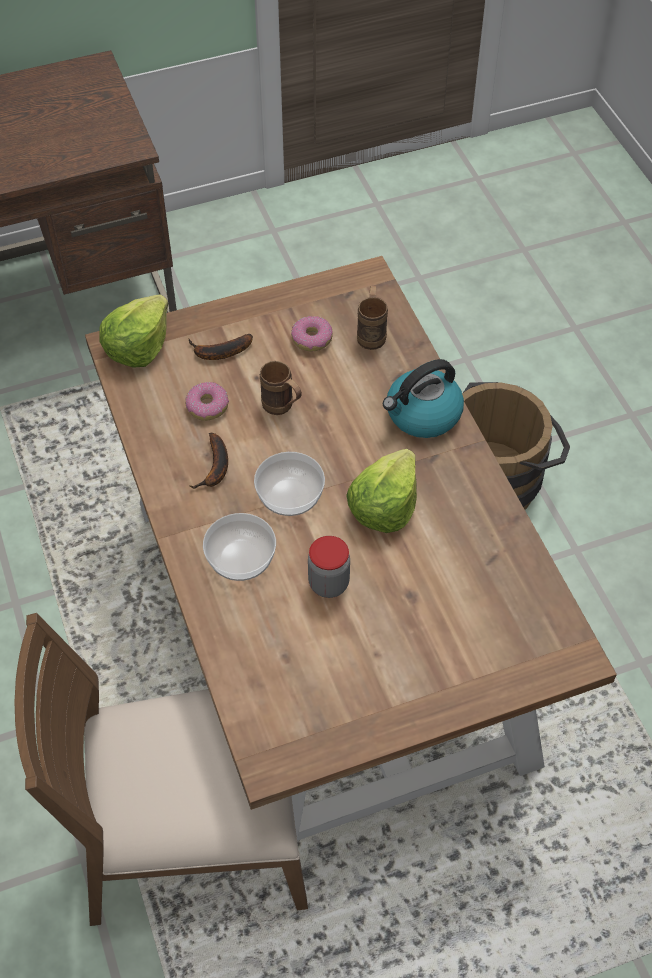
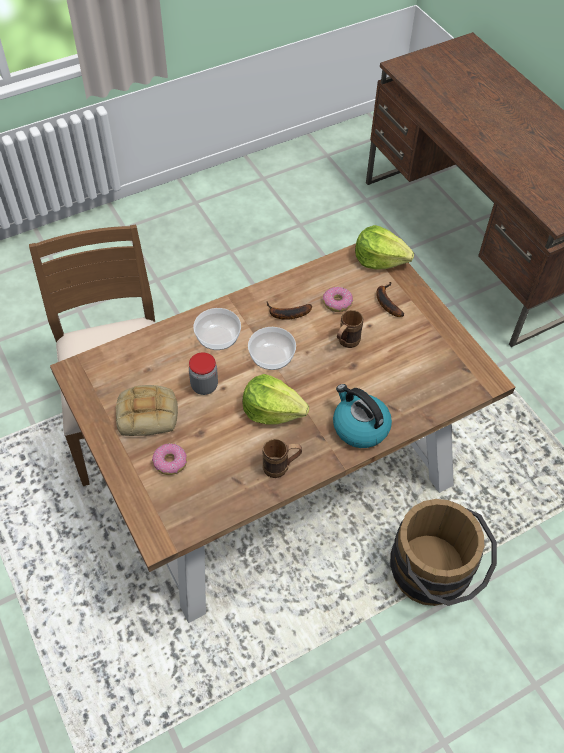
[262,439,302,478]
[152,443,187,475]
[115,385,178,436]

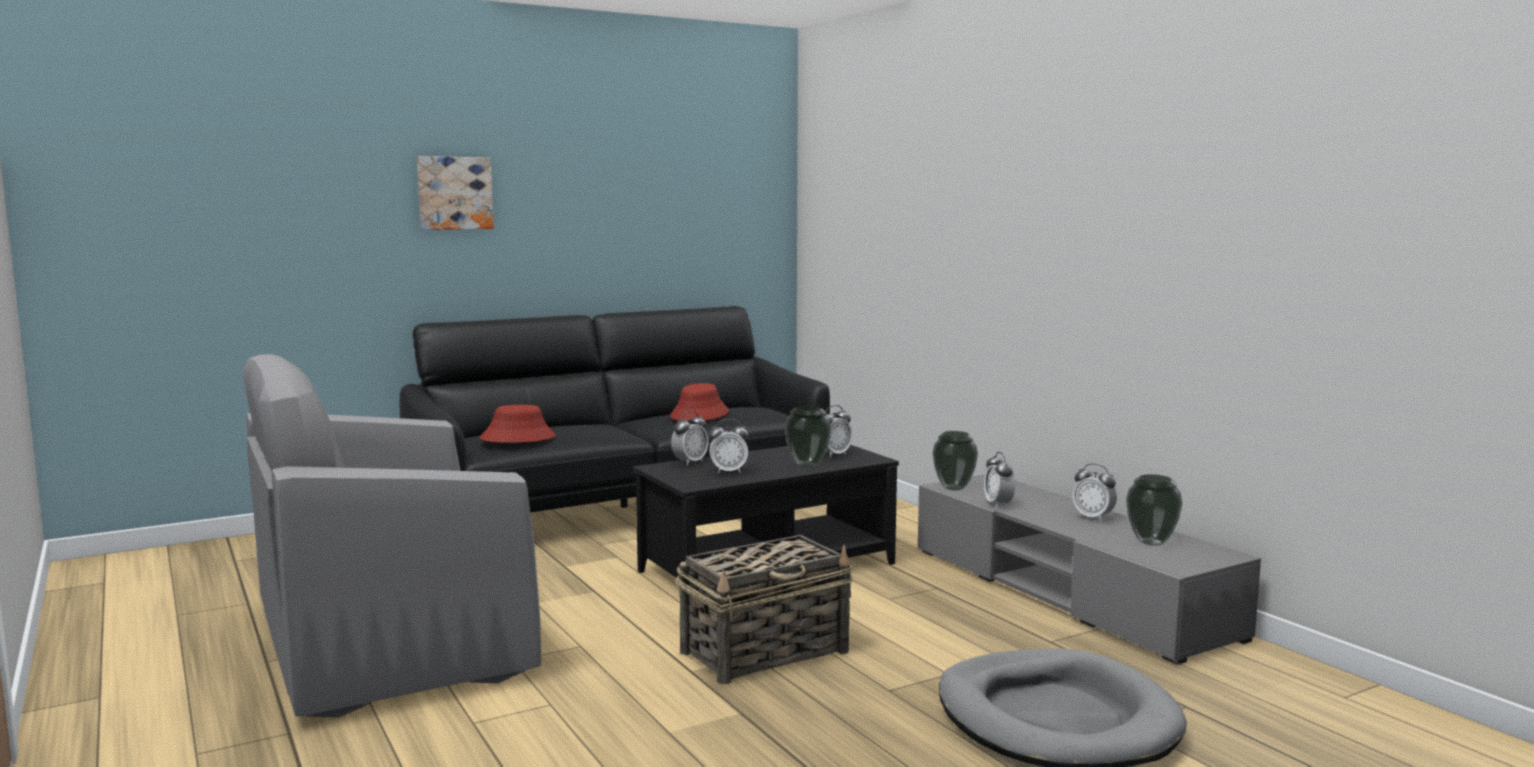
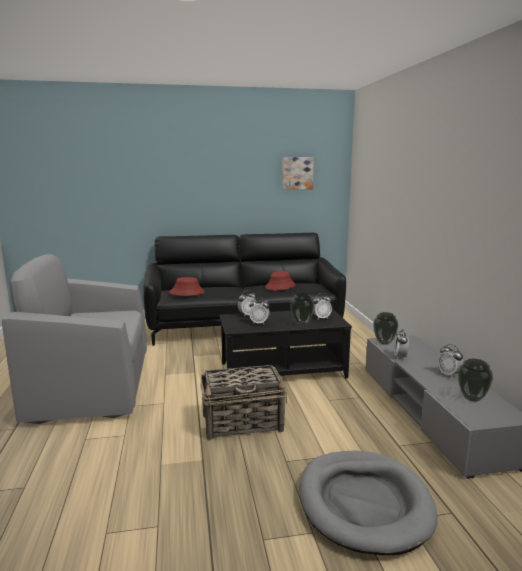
[282,157,314,189]

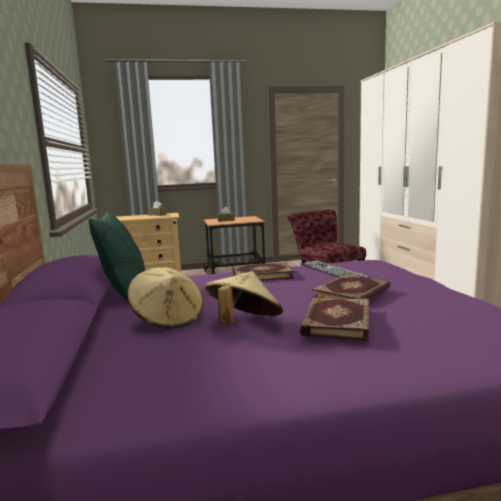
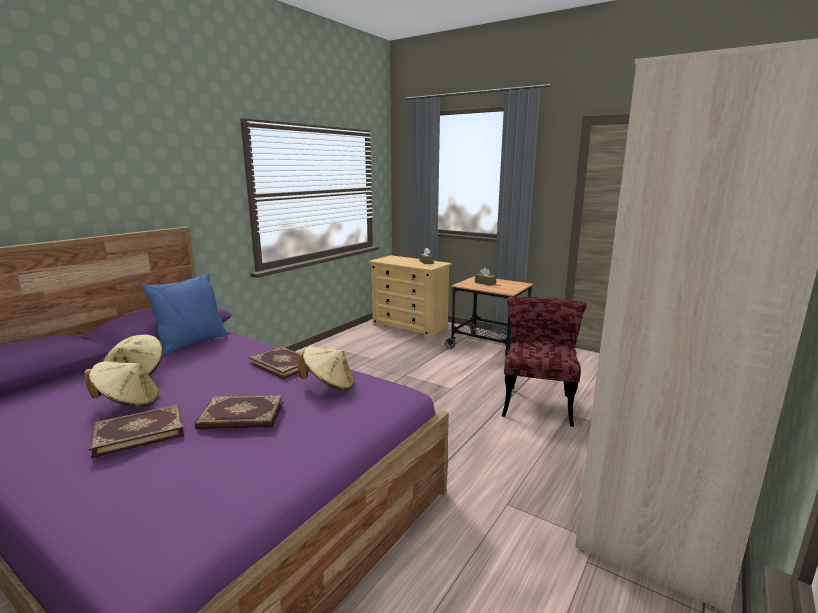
[142,273,228,356]
[298,346,354,390]

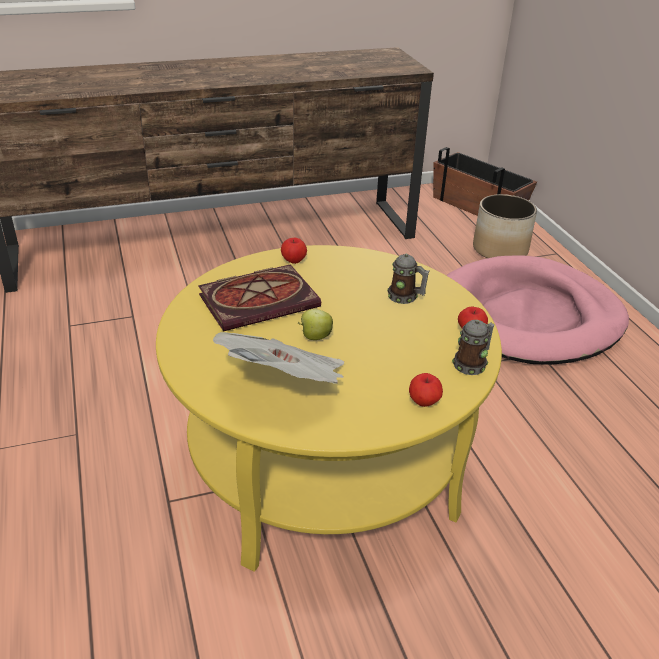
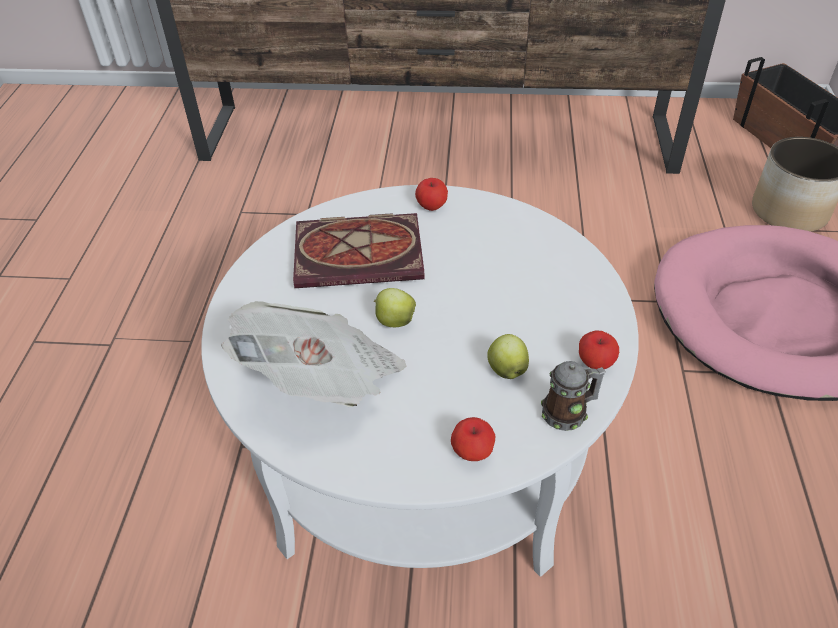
[201,185,639,577]
[387,254,430,304] (first image)
[487,334,529,379]

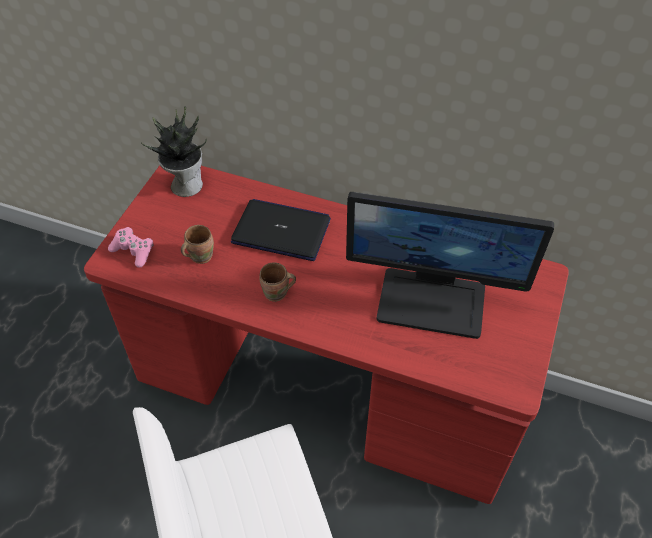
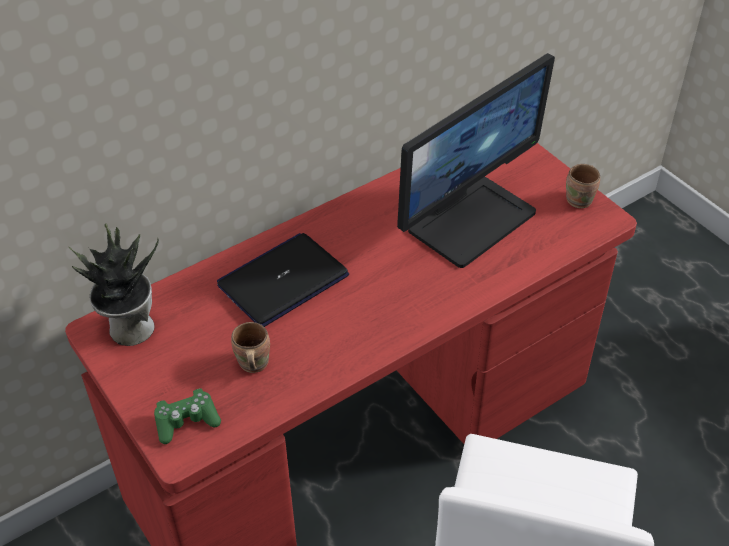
[154,388,221,444]
[566,164,600,208]

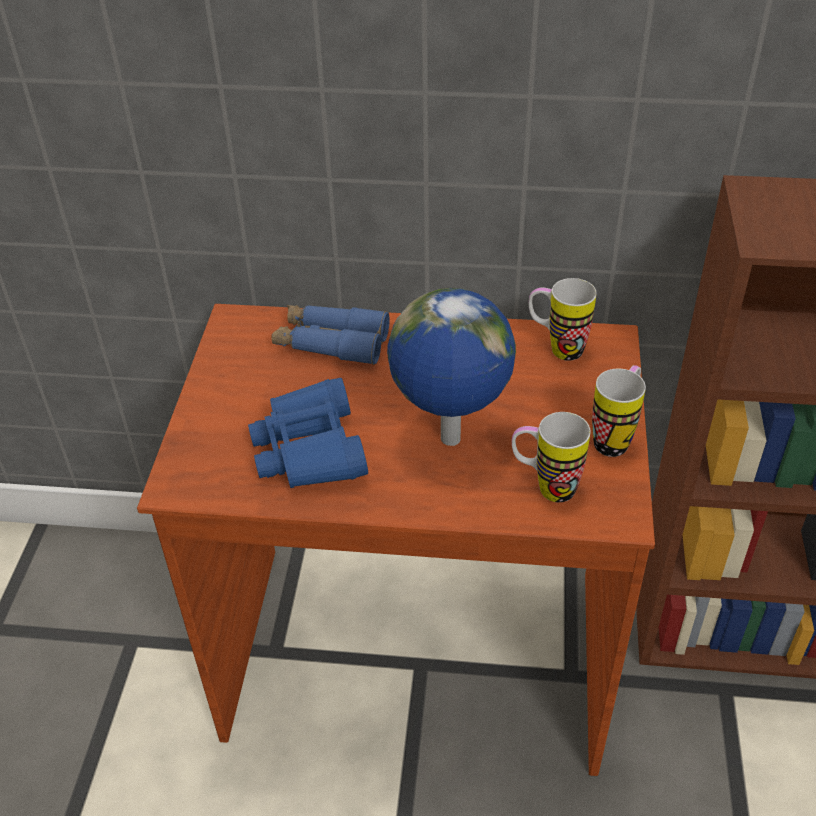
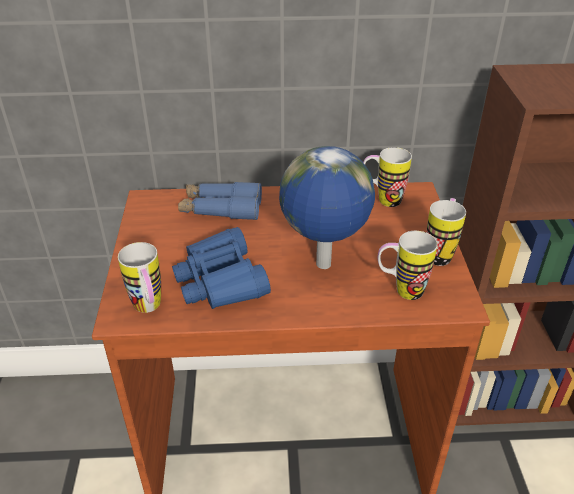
[118,242,161,313]

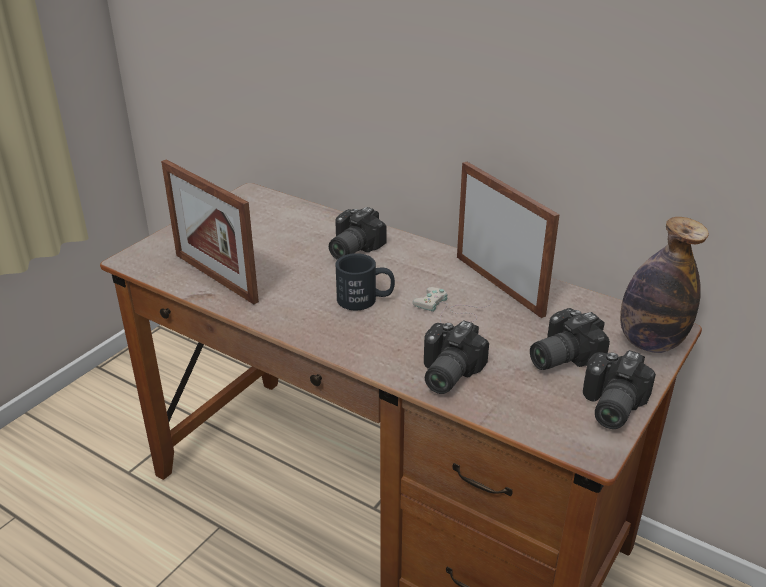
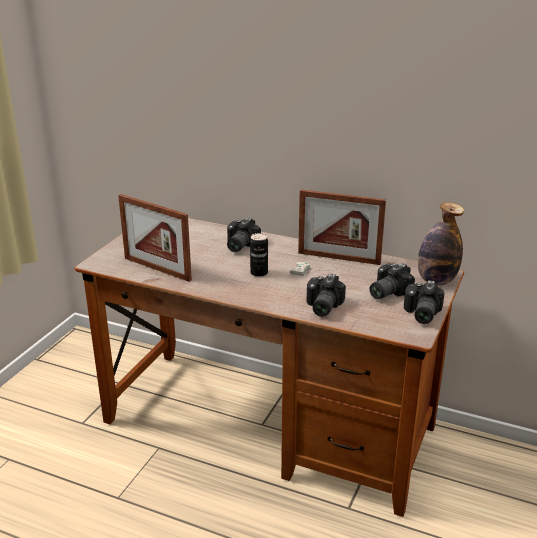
[298,190,386,265]
[250,233,268,277]

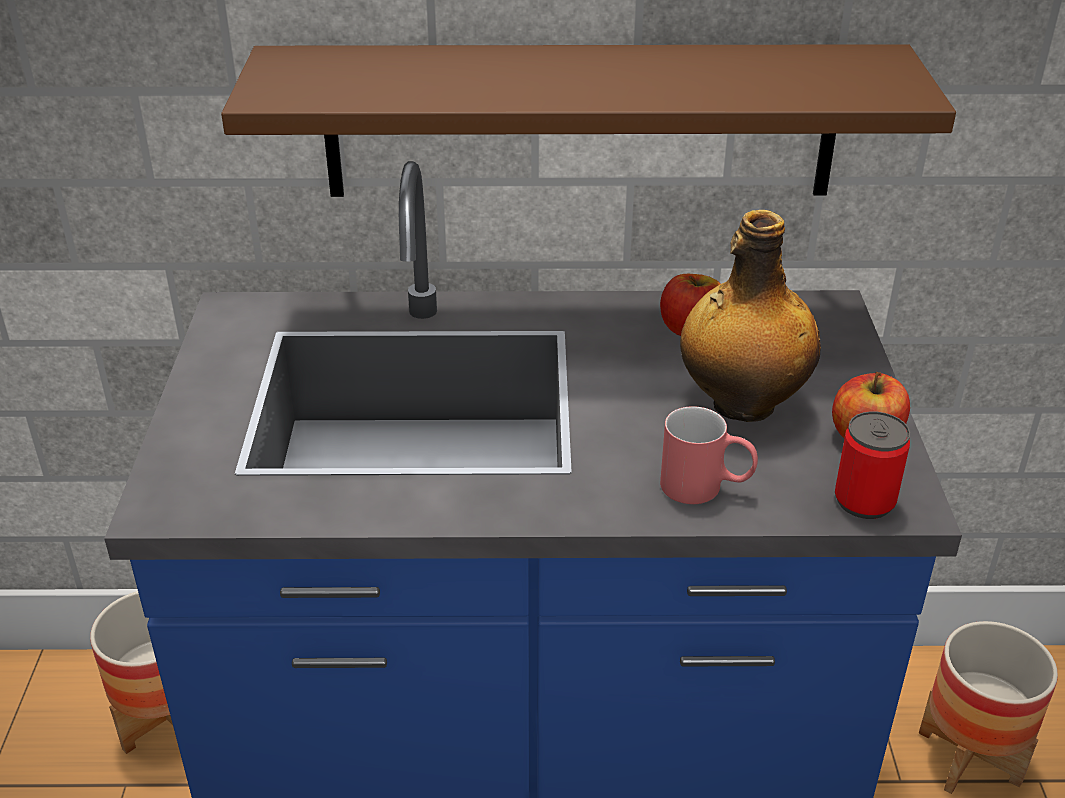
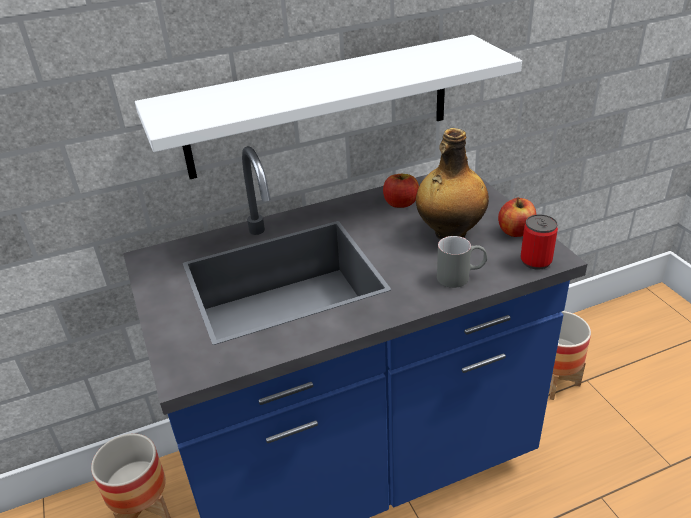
[135,35,522,179]
[437,236,487,288]

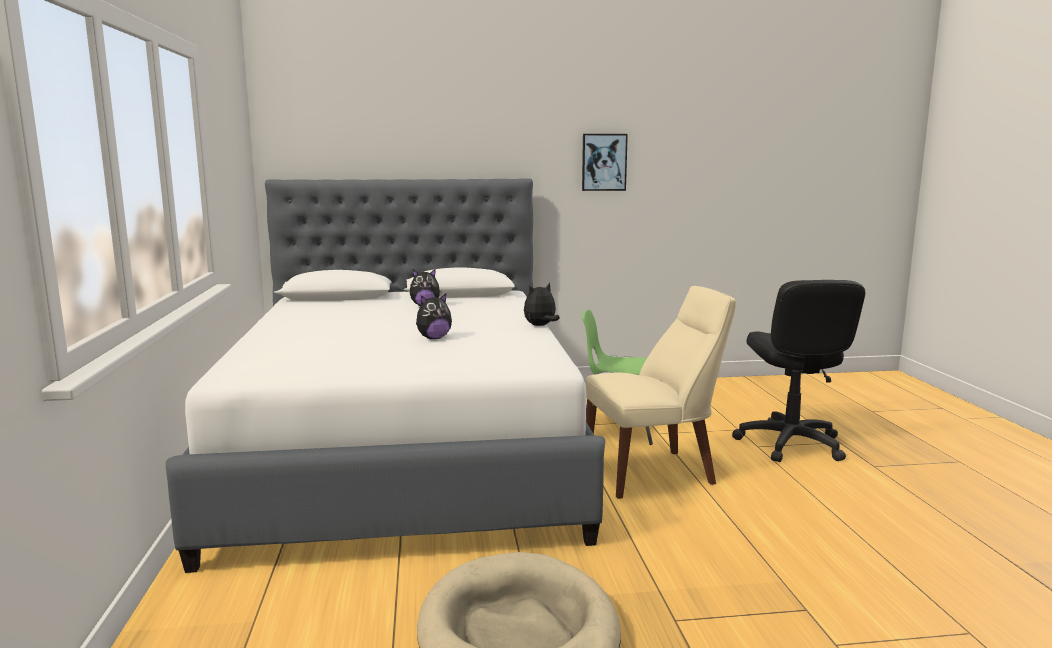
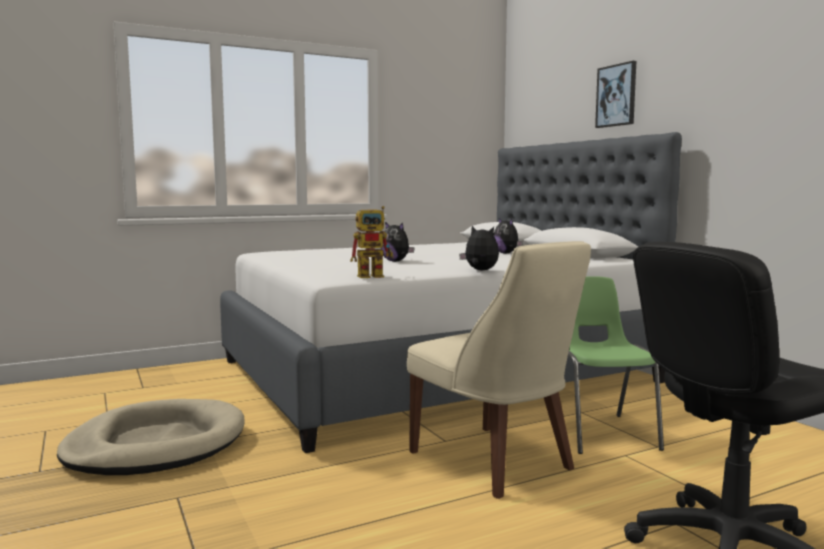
[595,61,636,128]
[350,206,394,278]

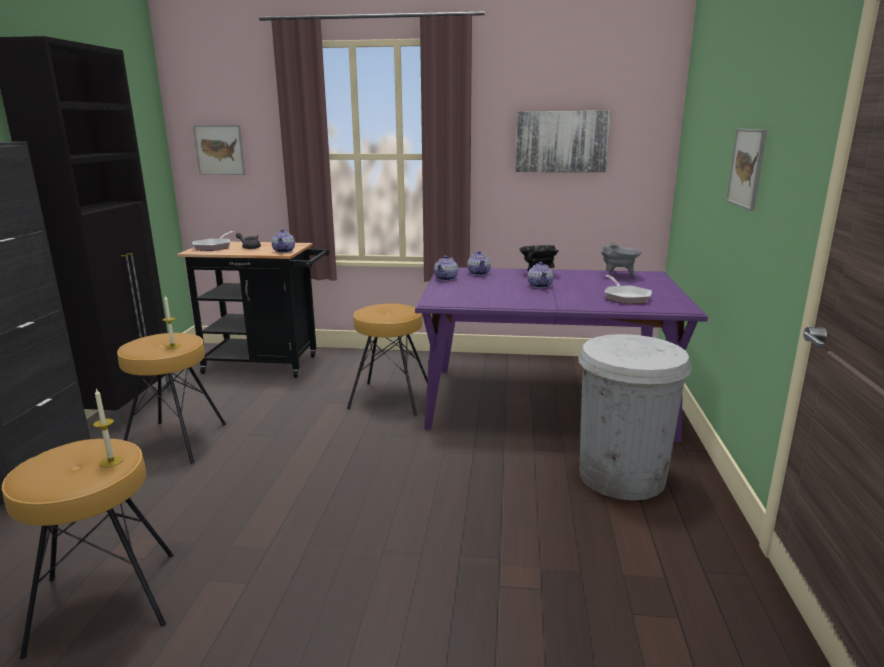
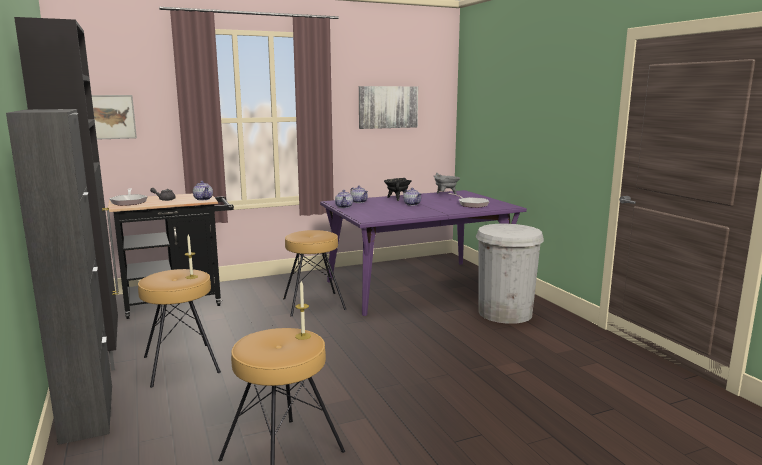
[726,129,767,211] (first image)

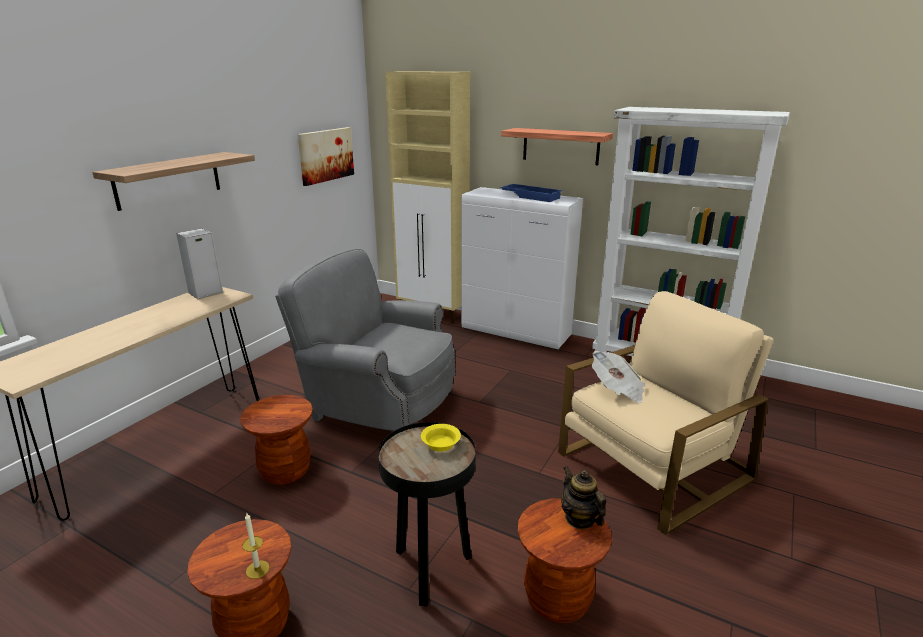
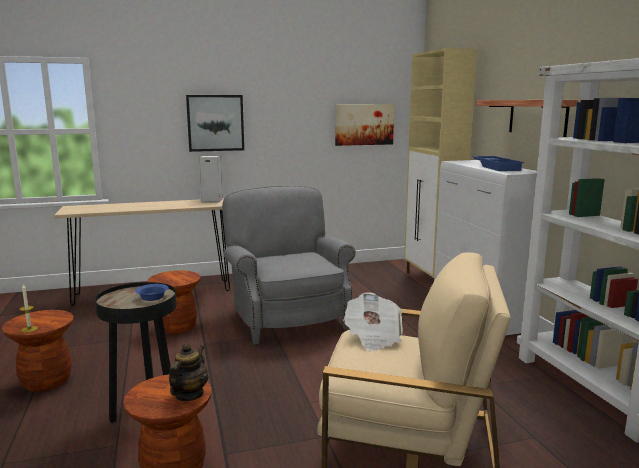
[186,95,244,152]
[135,284,169,301]

